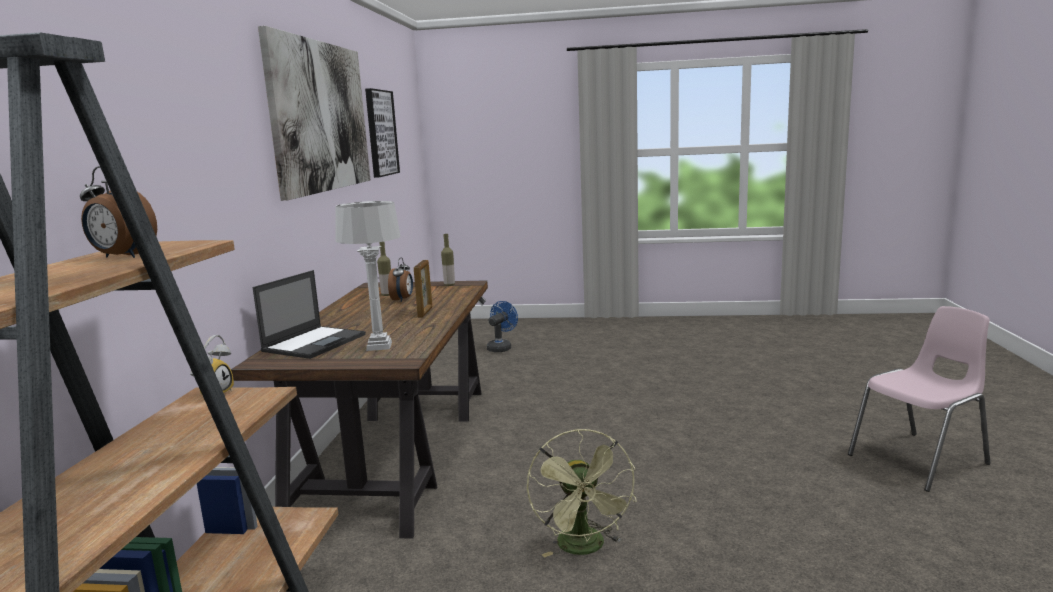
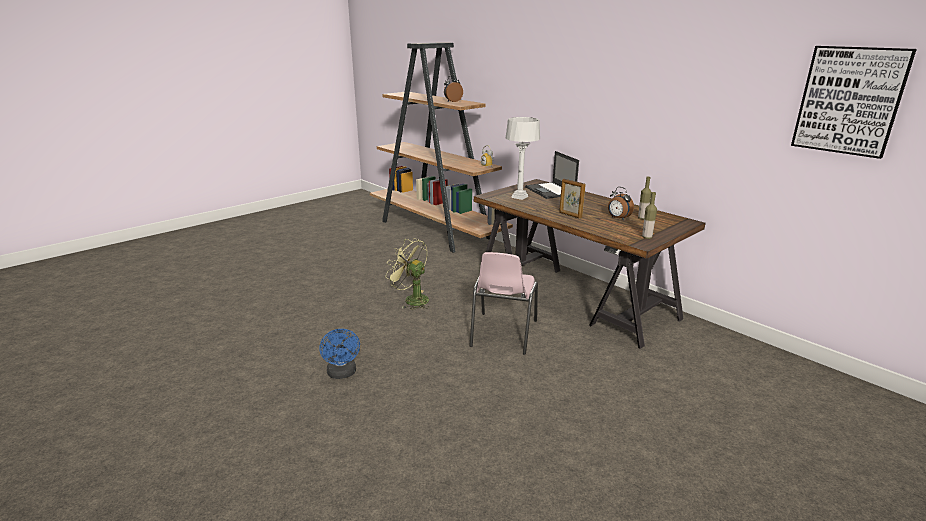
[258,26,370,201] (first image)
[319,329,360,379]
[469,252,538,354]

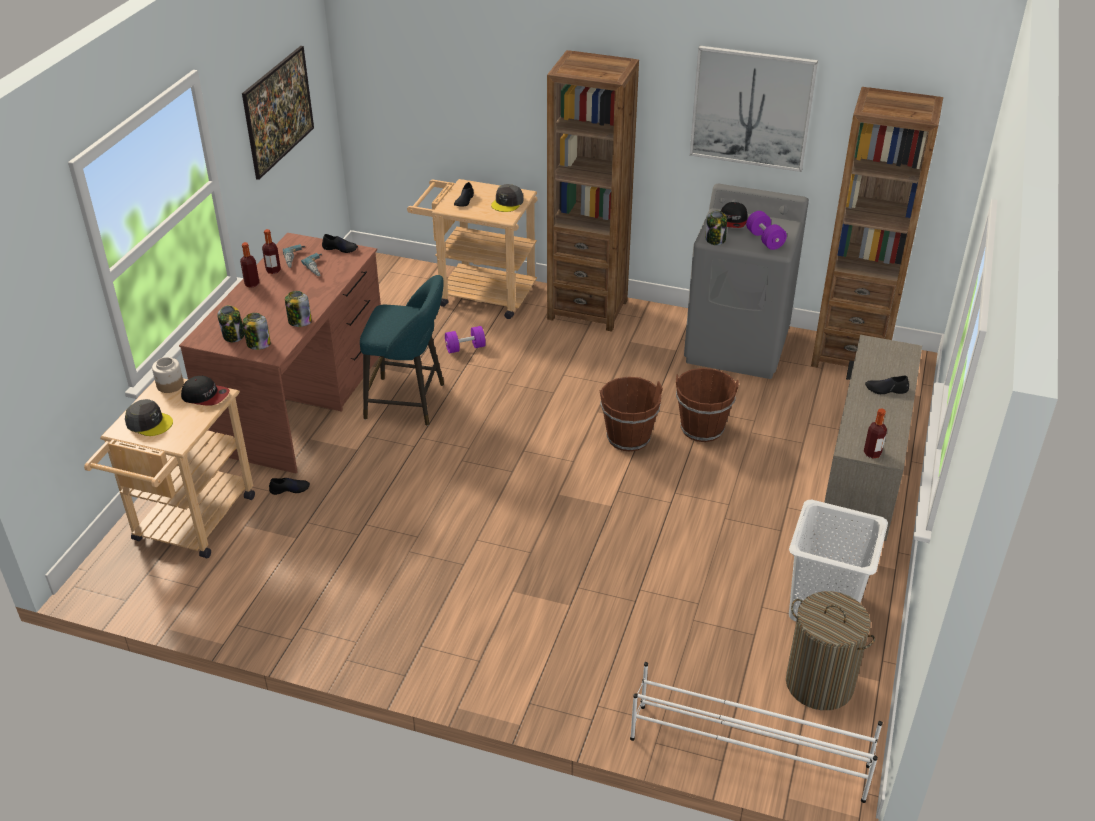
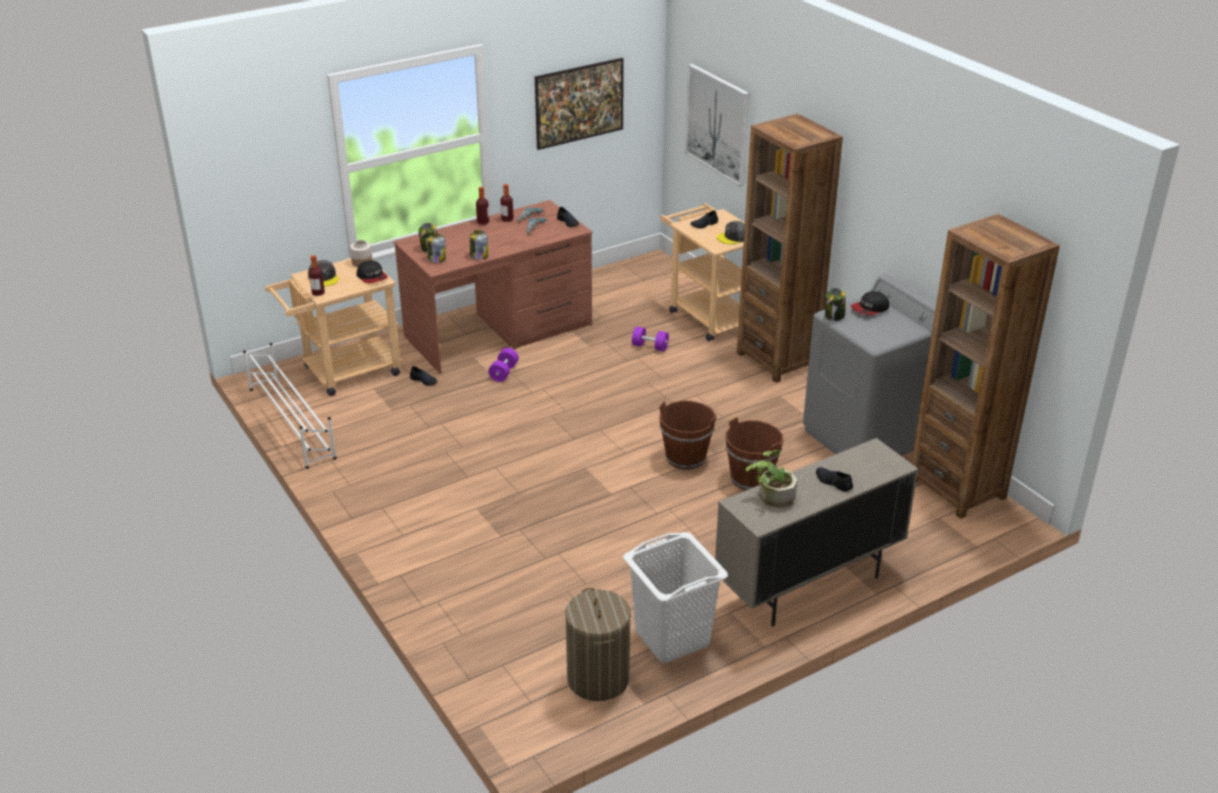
[685,64,750,187]
[488,348,519,382]
[360,275,444,426] (first image)
[309,255,325,296]
[243,343,337,469]
[746,450,798,508]

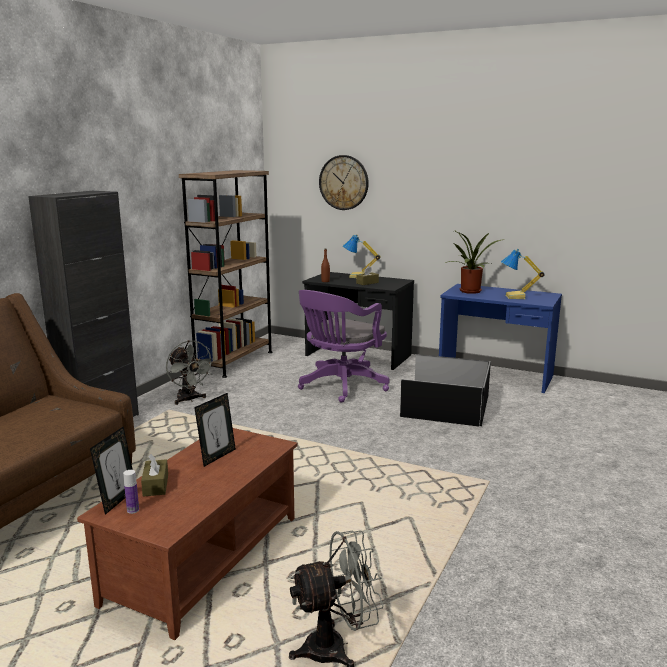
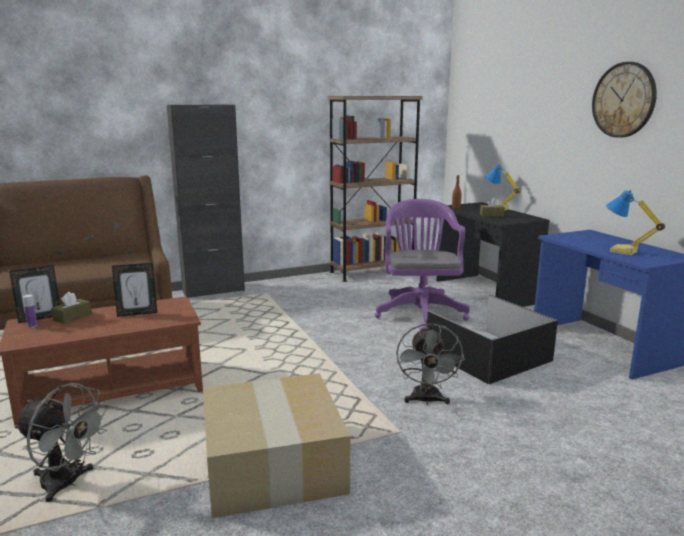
[592,62,657,138]
[445,231,506,294] (first image)
[375,199,470,330]
[396,323,465,405]
[203,373,350,518]

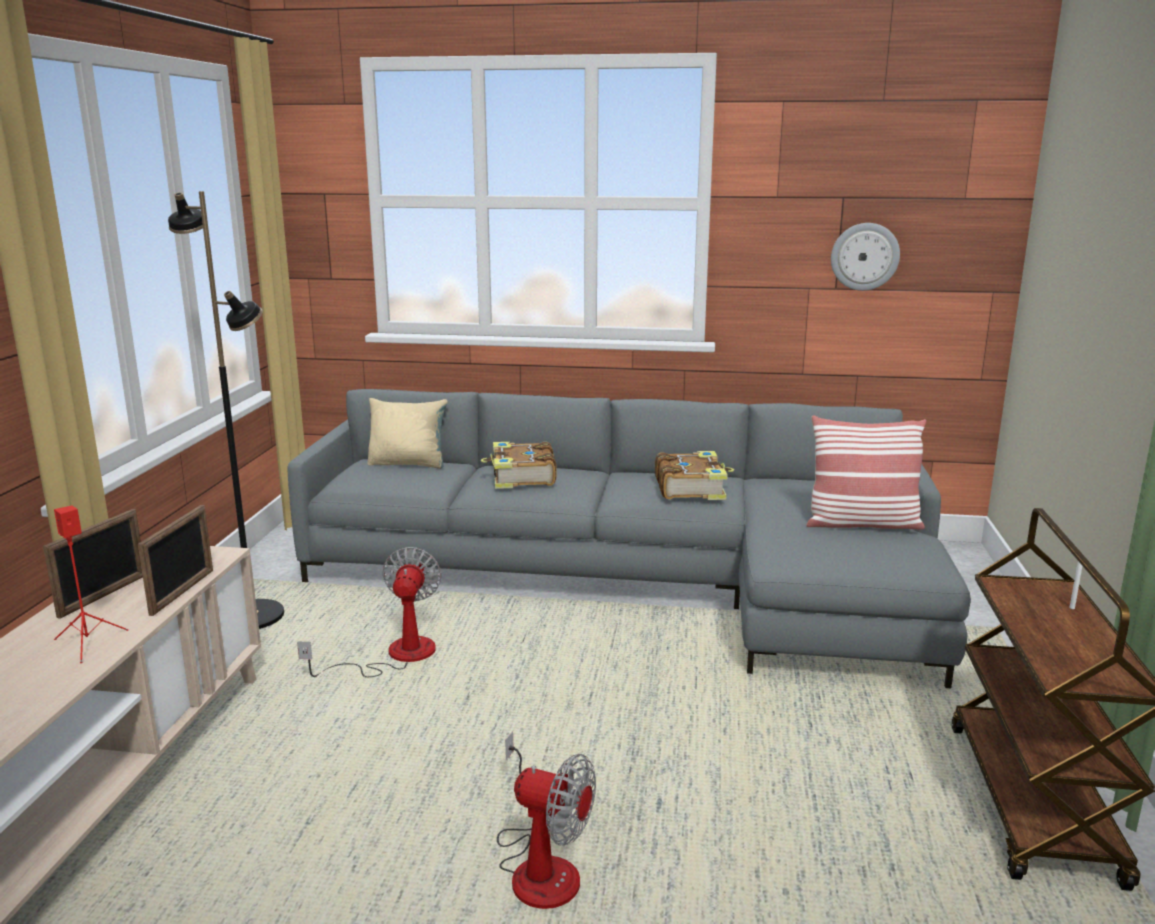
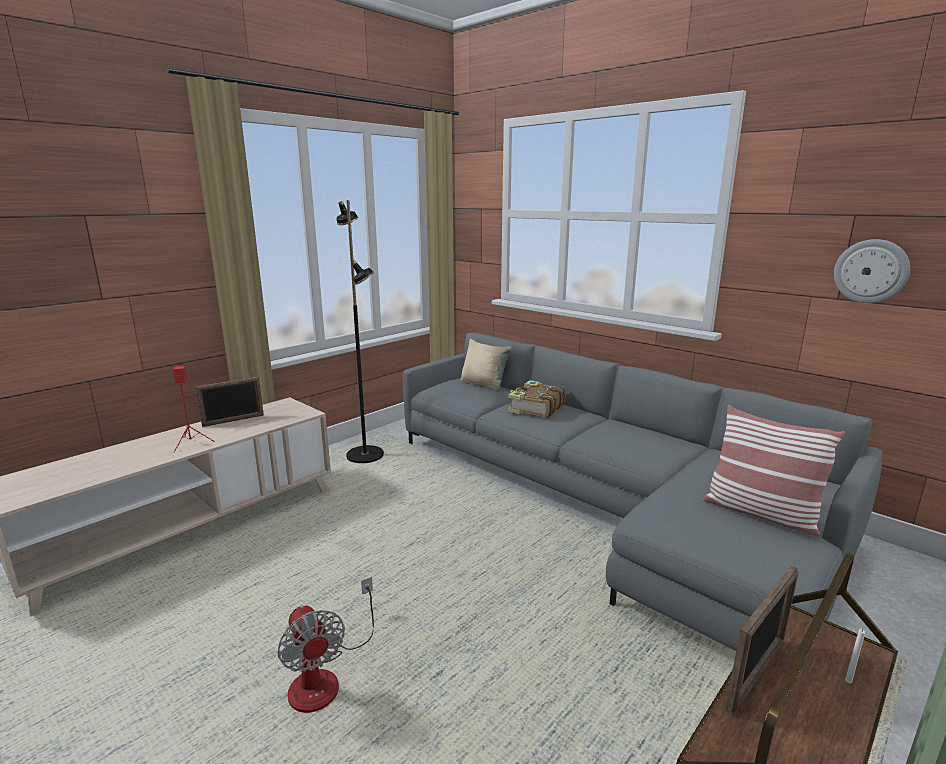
[655,451,734,500] (first image)
[725,565,799,714]
[297,547,442,677] (first image)

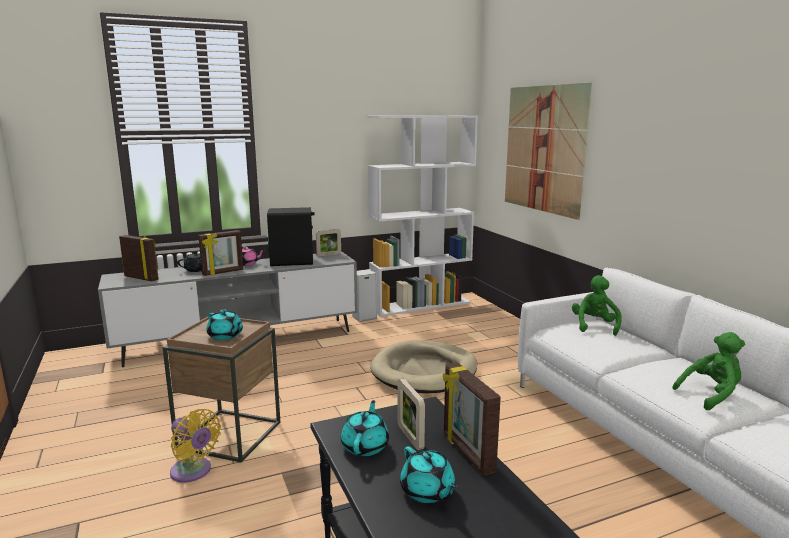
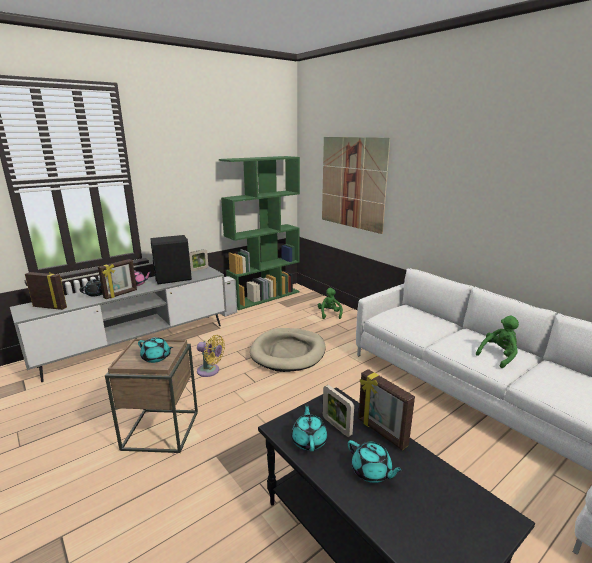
[219,156,300,310]
[318,288,343,319]
[197,335,225,377]

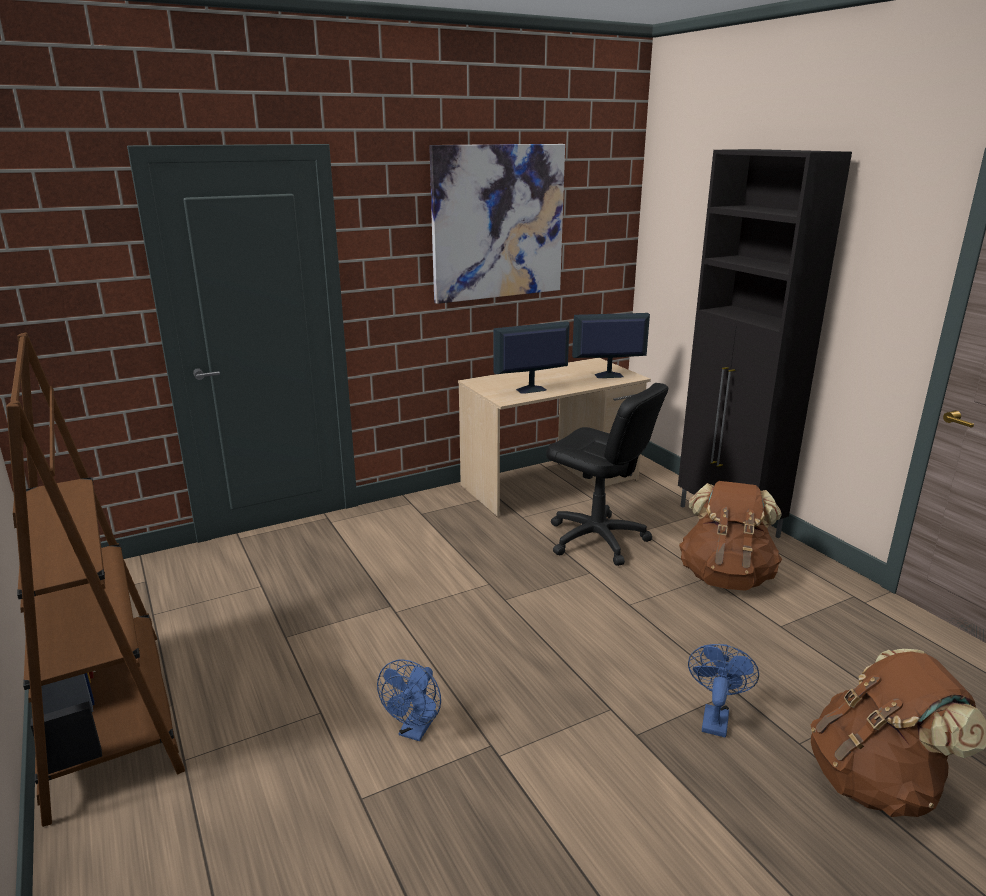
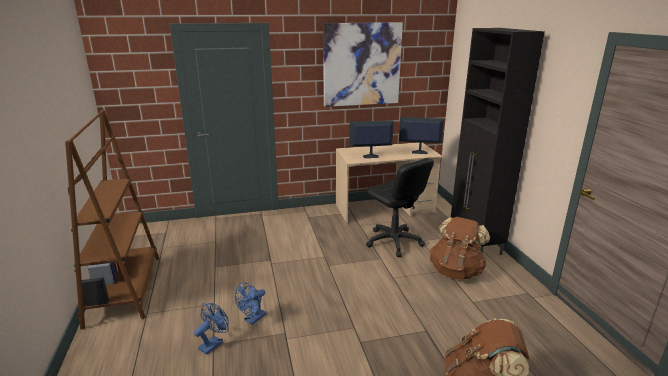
[194,303,229,355]

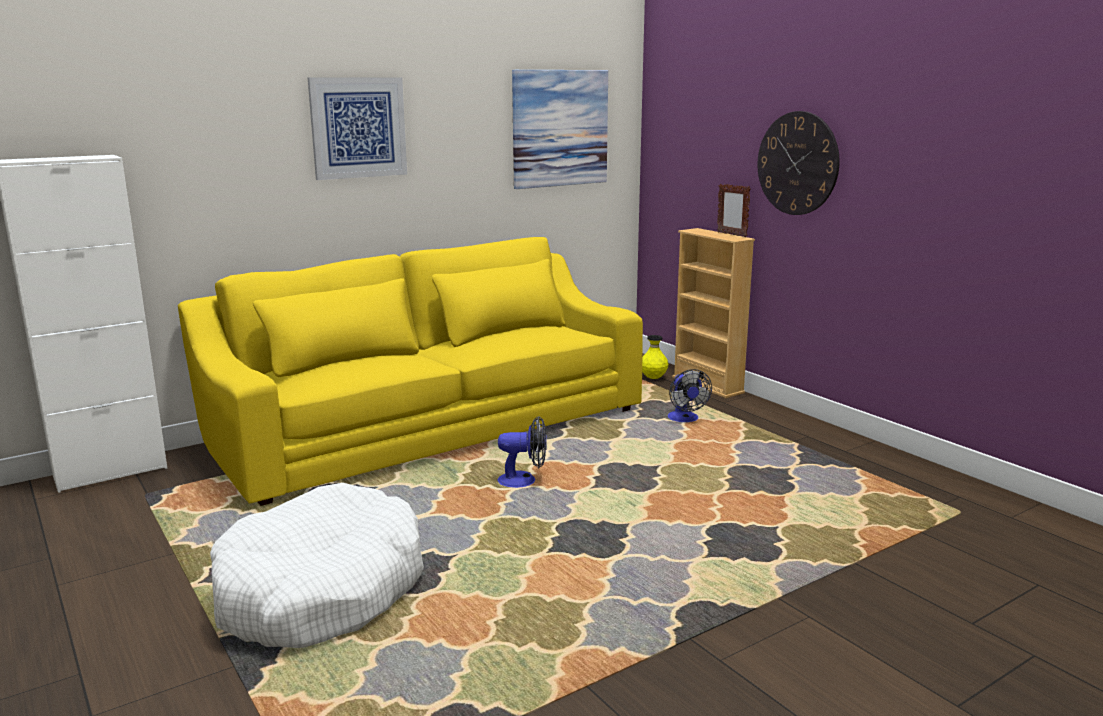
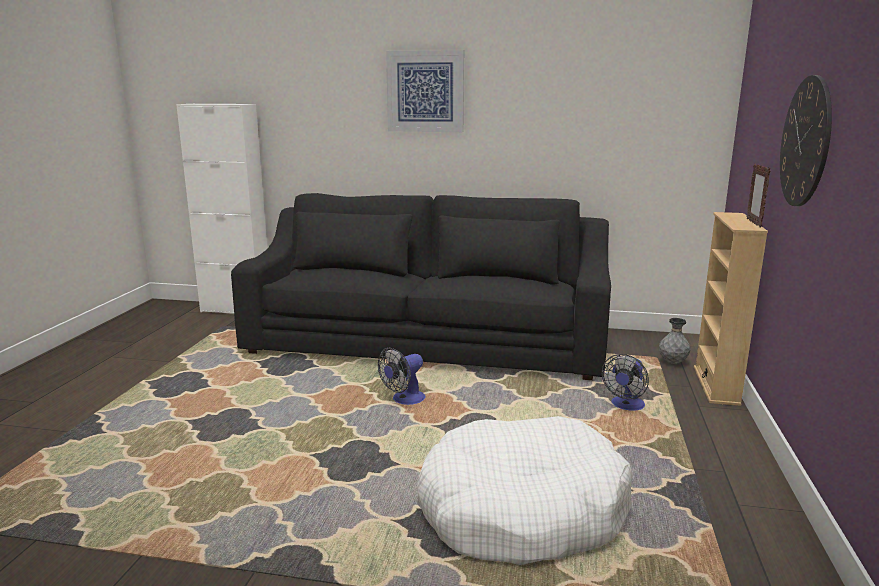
[512,70,608,189] (first image)
[231,193,611,380]
[659,318,691,364]
[378,348,425,405]
[417,416,633,565]

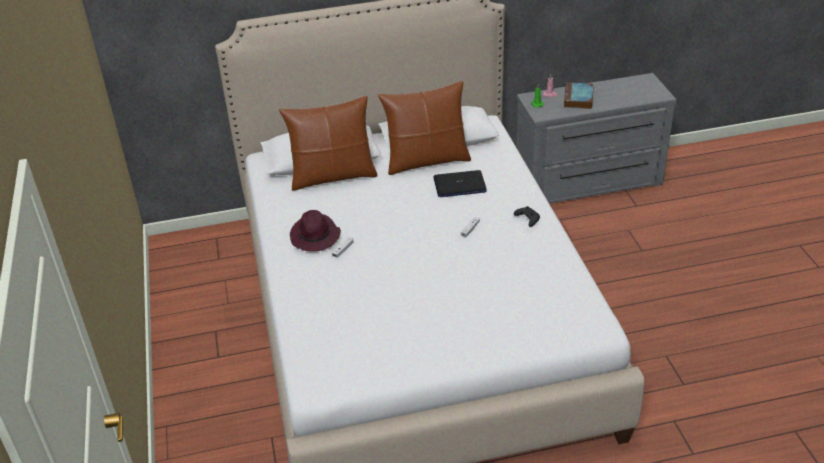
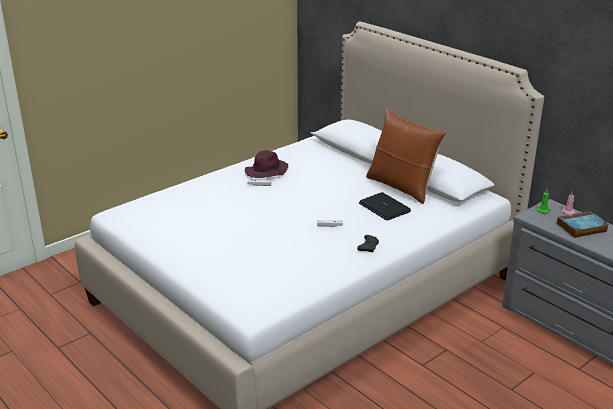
[279,96,378,191] (first image)

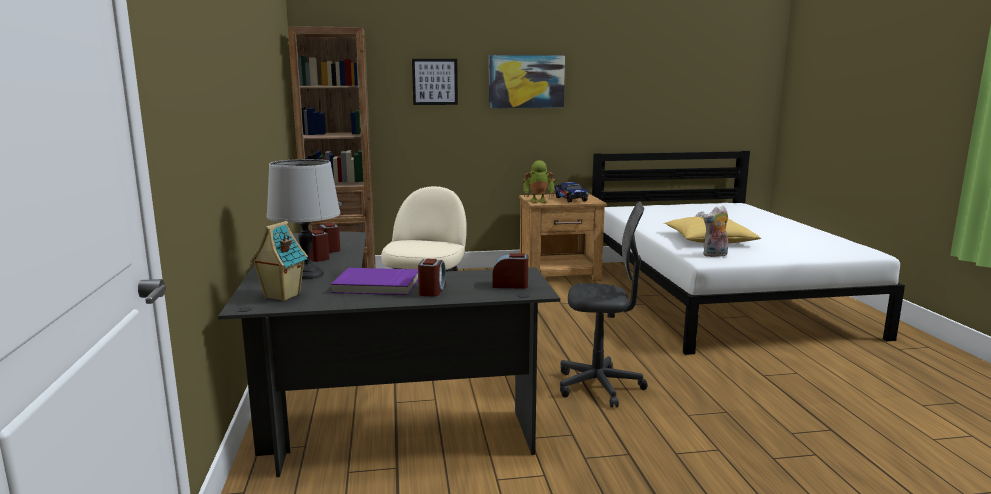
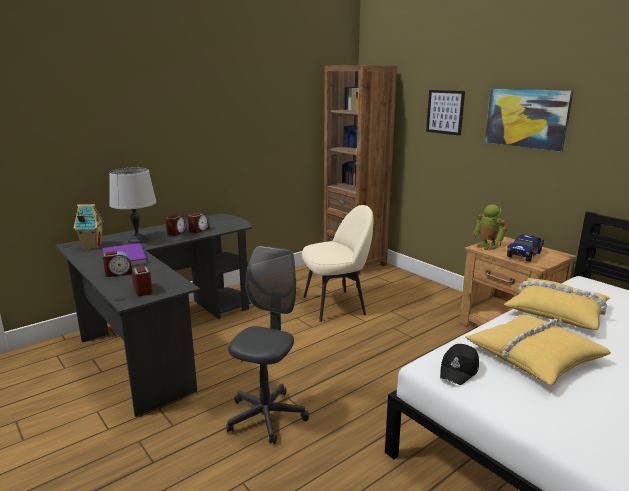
[226,246,309,444]
[440,344,479,385]
[504,278,610,330]

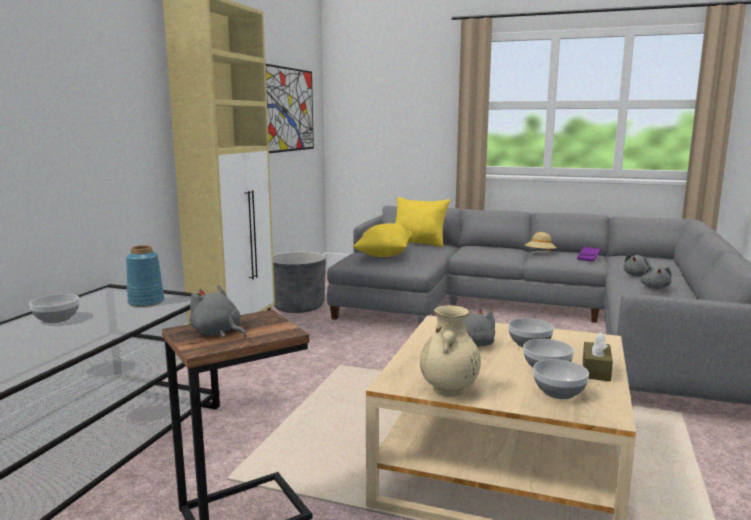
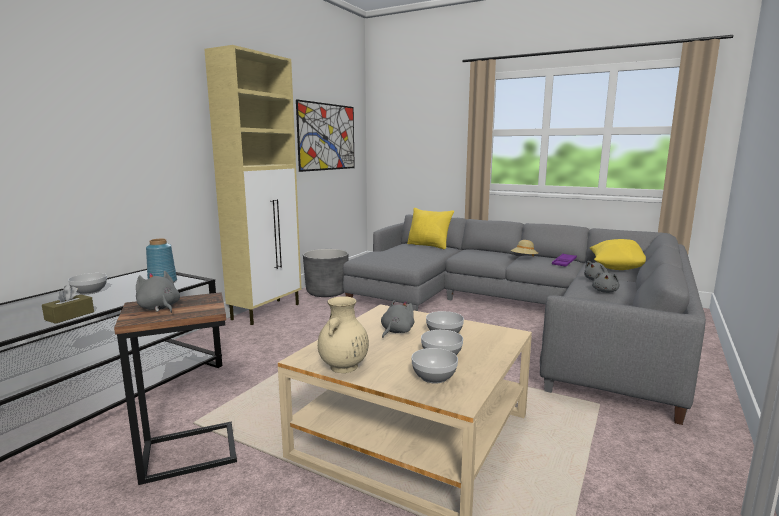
[590,239,646,270]
[42,286,94,324]

